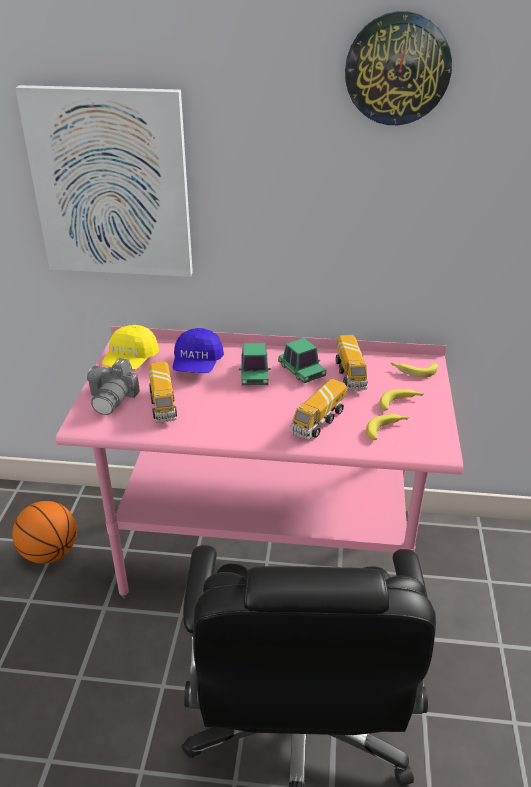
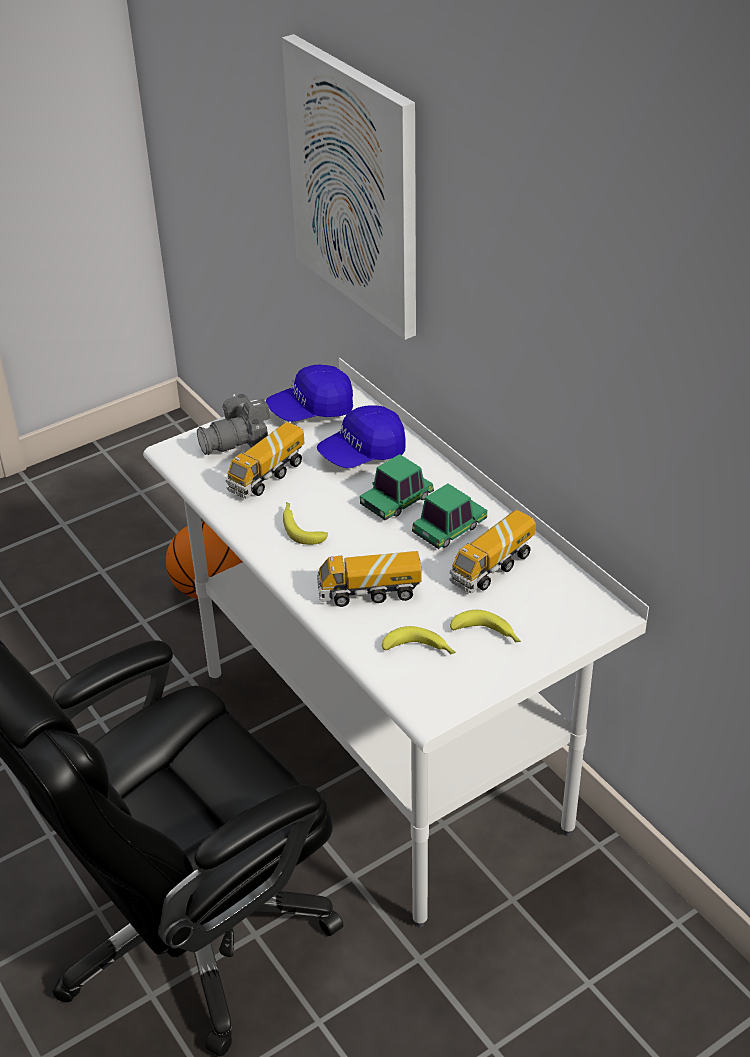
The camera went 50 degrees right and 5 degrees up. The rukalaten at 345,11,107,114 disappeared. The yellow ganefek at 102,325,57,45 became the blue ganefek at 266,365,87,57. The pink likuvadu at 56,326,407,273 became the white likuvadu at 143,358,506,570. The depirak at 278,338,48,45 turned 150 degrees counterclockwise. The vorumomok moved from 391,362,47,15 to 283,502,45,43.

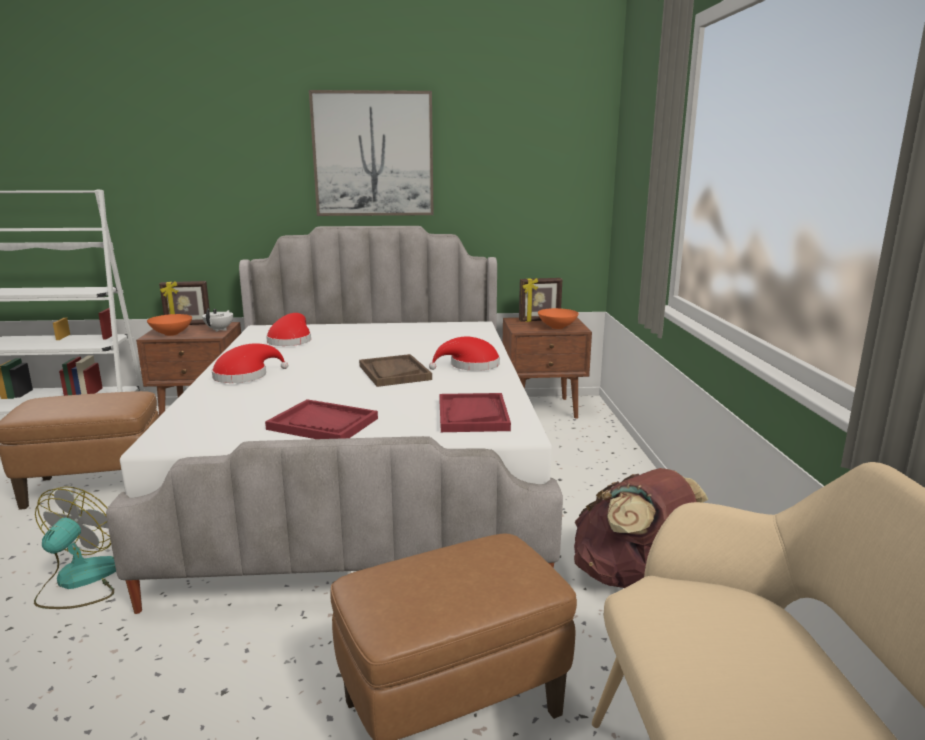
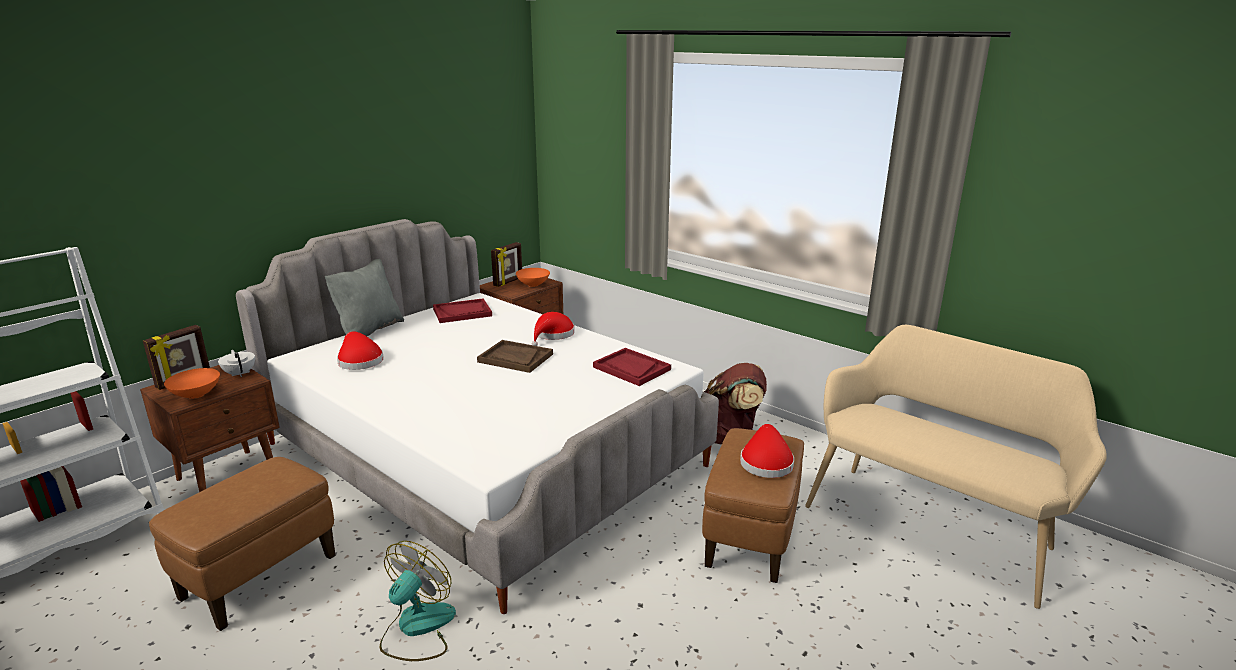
The camera went 45 degrees left and 5 degrees up. The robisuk at 309,90,125,126 disappeared. The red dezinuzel moved from 212,343,76,40 to 740,424,54,54. The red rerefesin moved from 265,399,113,40 to 433,298,59,25. The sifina at 34,487,82,122 turned 60 degrees clockwise. The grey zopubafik at 325,259,79,77 appeared.

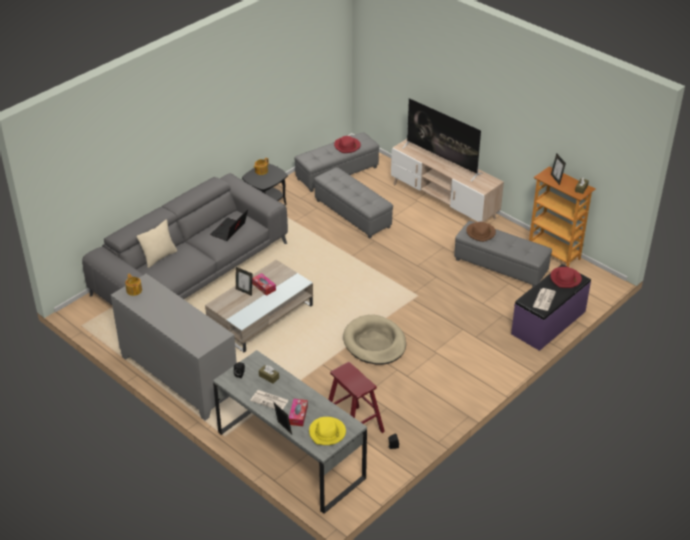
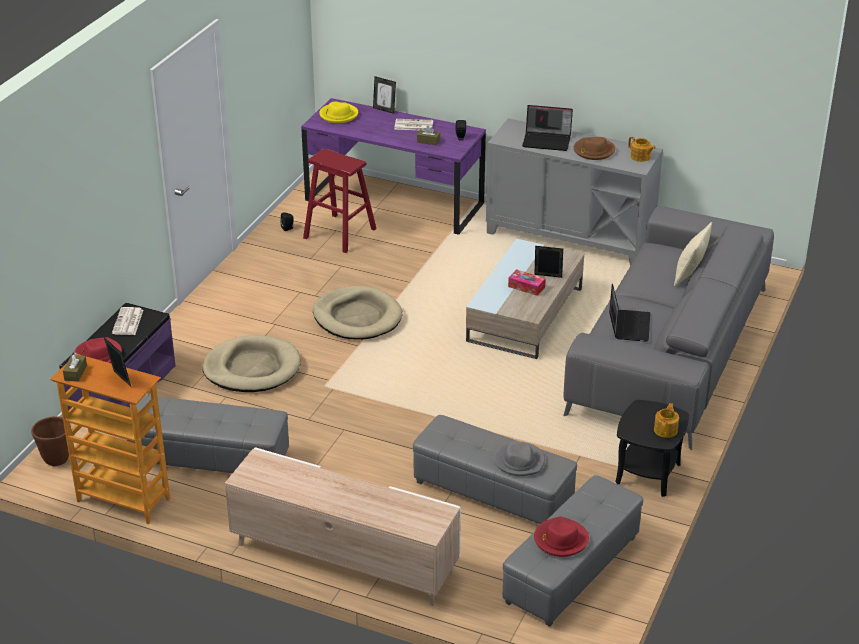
The camera went 160 degrees right and 5 degrees down. The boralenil at 402,98,81,84 disappeared. The brown dezinuzel moved from 466,222,30,20 to 574,137,41,23. The grey likuvadu at 213,350,154,164 became the purple likuvadu at 301,98,185,137. The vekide at 289,399,19,27 disappeared. The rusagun at 522,105,51,46 appeared. The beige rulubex at 202,335,99,57 appeared. The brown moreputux at 31,416,38,50 appeared. The grey dezinuzel at 494,442,51,34 appeared.

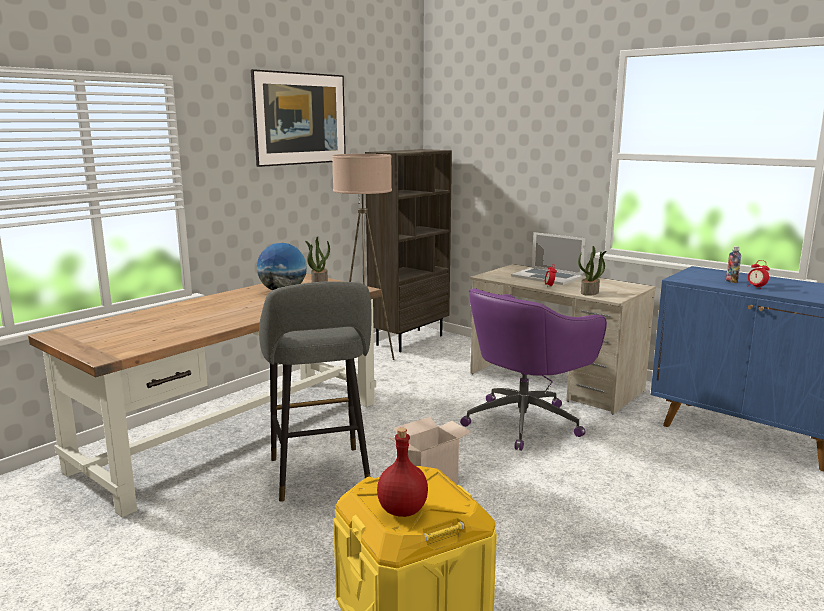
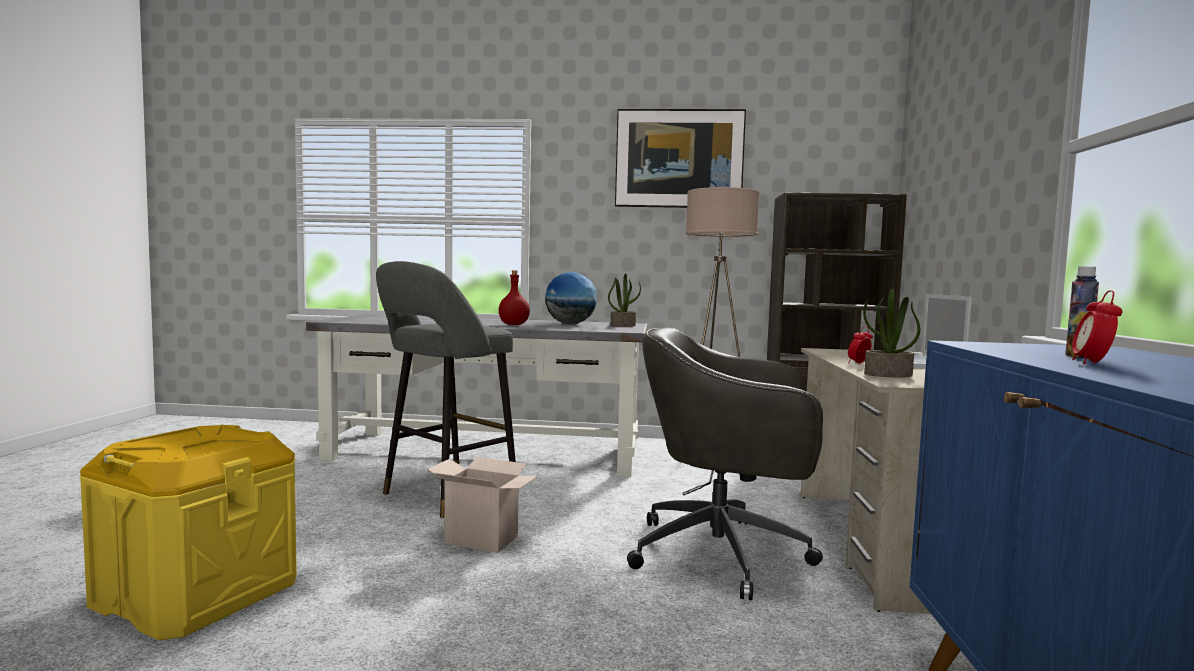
The camera went 55 degrees right and 10 degrees down. The brown likuvadu at 28,274,353,243 became the grey likuvadu at 306,314,341,163. The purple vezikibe at 460,288,147,163 became the grey vezikibe at 627,328,196,272. The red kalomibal moved from 377,428,51,89 to 499,271,31,54.

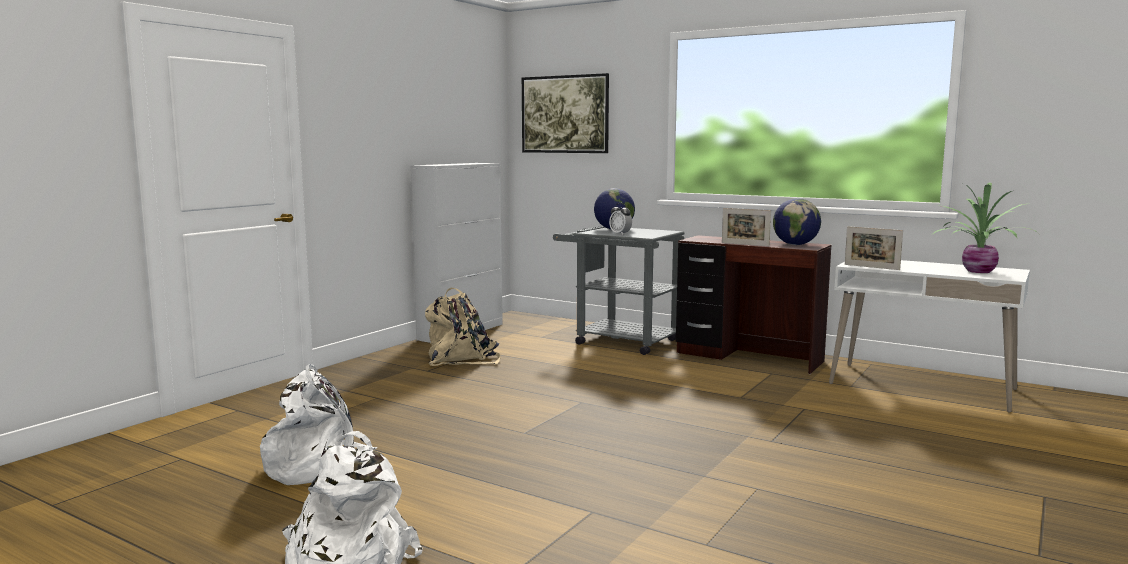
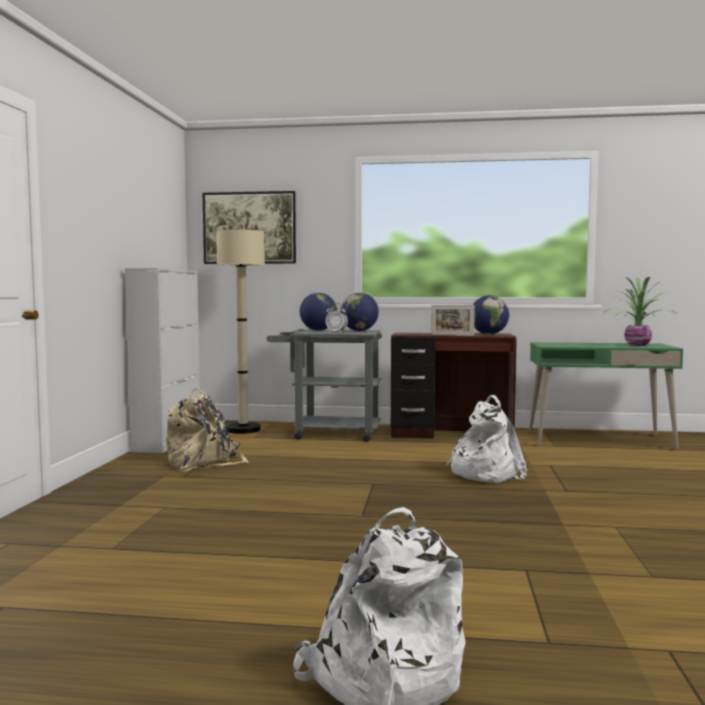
The camera went 25 degrees left and 5 degrees down. The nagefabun at 845,226,58,44 disappeared. The white likuvadu at 829,260,201,152 became the green likuvadu at 529,342,154,108. The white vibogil moved from 260,364,118,121 to 447,395,80,88. The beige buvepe at 216,229,49,205 appeared. The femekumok at 341,293,38,38 appeared.

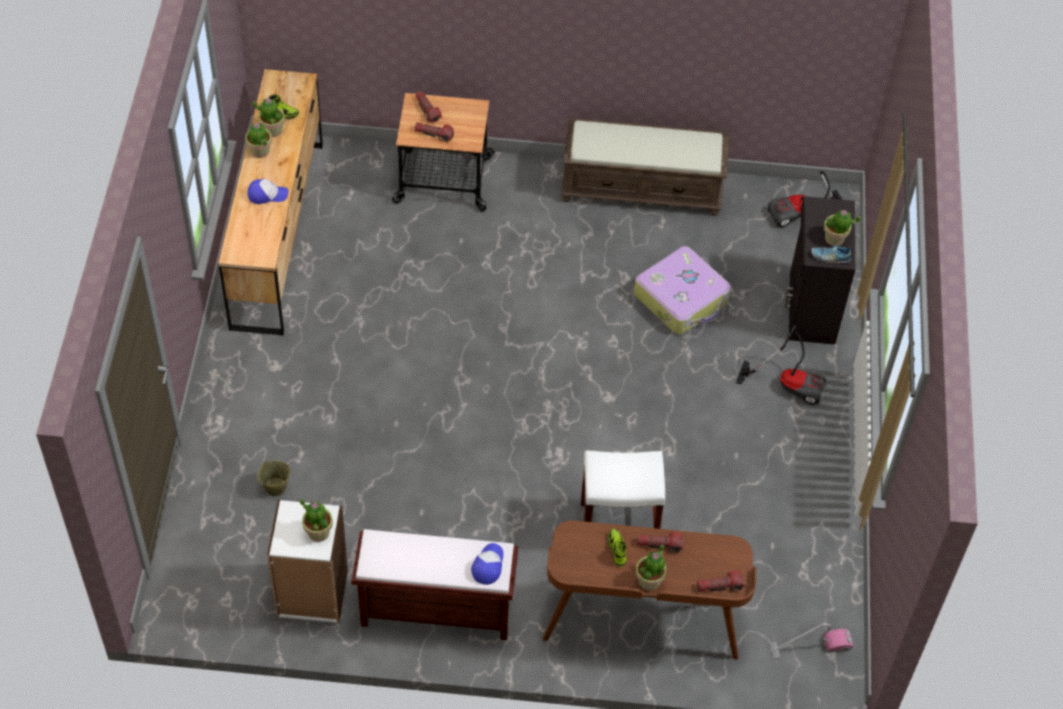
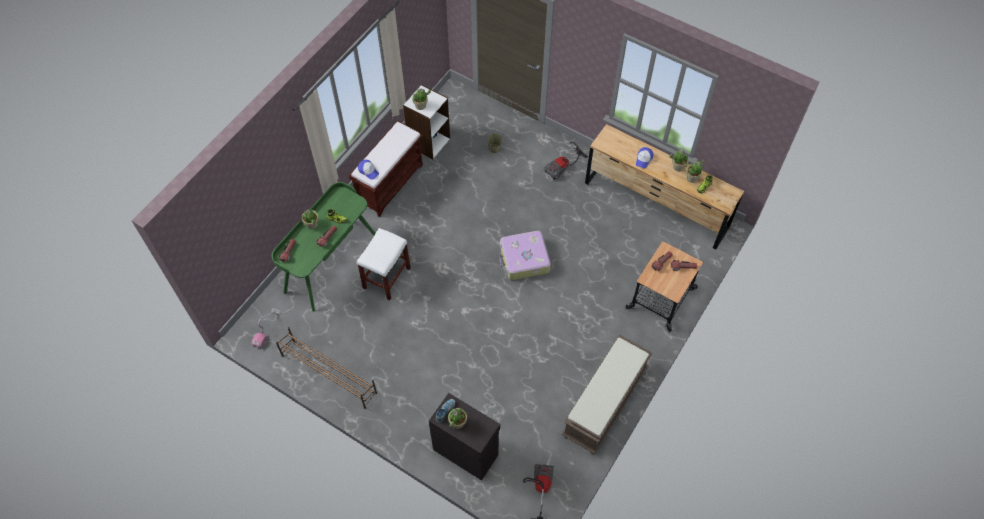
The camera went 120 degrees right and 5 degrees up. The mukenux moved from 634,246,97,89 to 499,231,52,49. The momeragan moved from 736,324,90,81 to 544,142,44,38. The brown likuvadu at 543,520,213,140 became the green likuvadu at 272,182,104,130. The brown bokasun at 276,327,101,82 appeared.

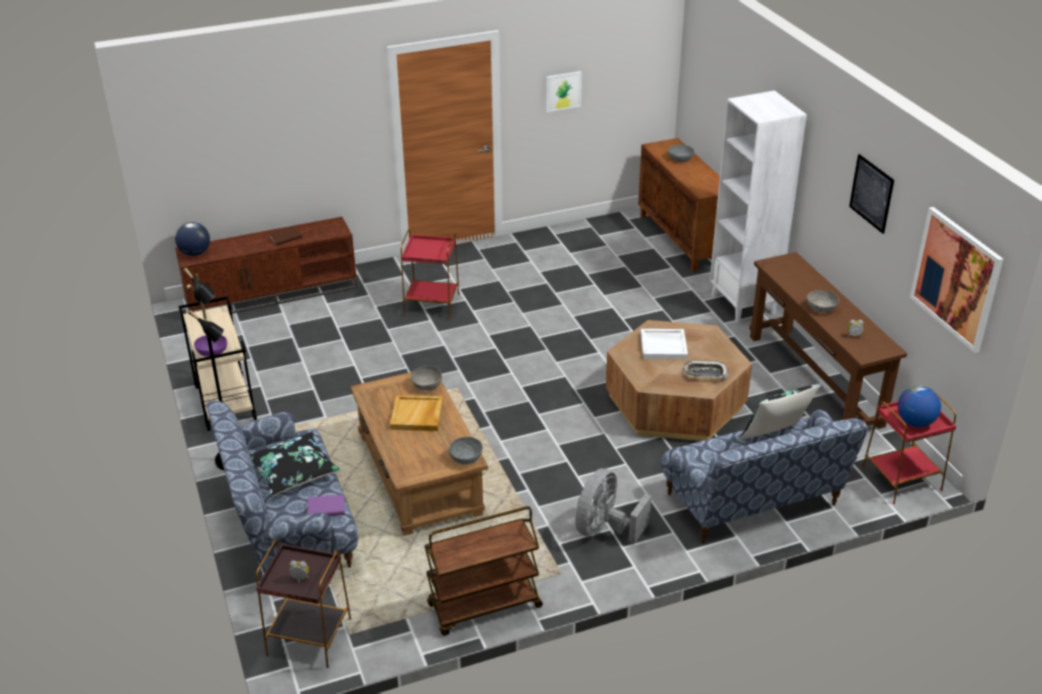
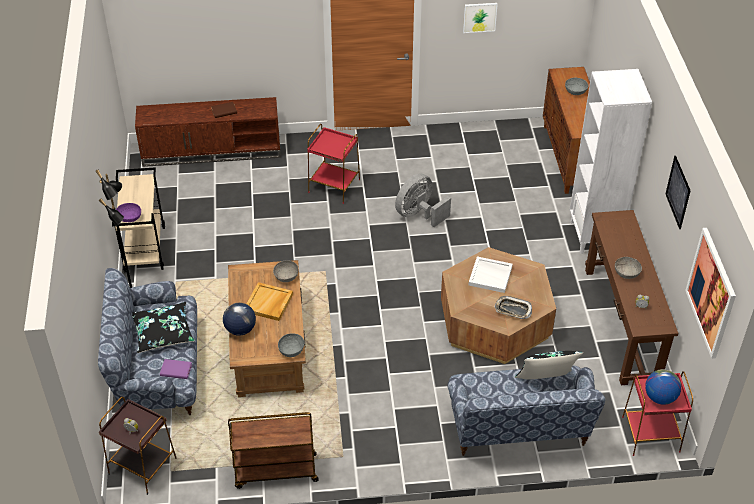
The camera went 15 degrees right and 10 degrees up. The femekumok moved from 175,222,35,34 to 223,303,33,33. The grey sifina moved from 575,468,76,76 to 395,173,56,54.

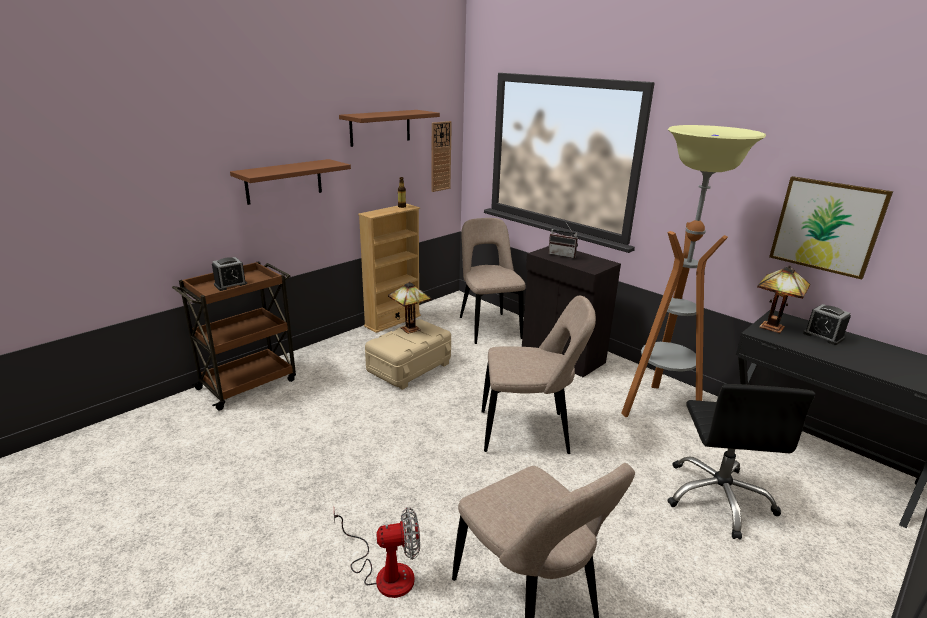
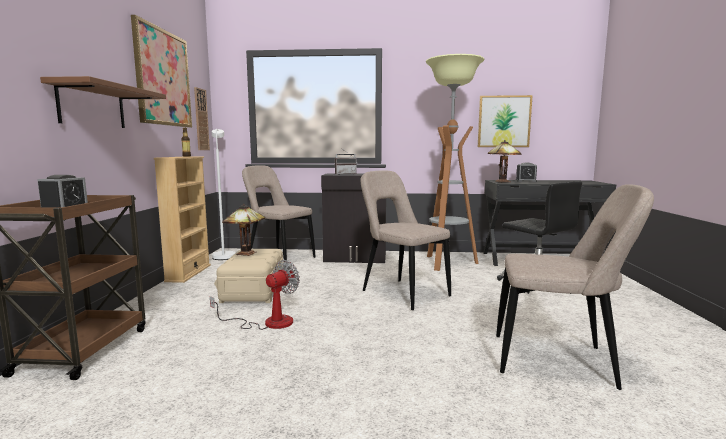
The camera went 40 degrees left and 15 degrees down. The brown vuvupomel at 339,110,101,37 was replaced by the robisuk at 131,15,61,113. The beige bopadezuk at 482,296,114,158 turned 90 degrees counterclockwise. The sifina moved from 334,507,86,91 to 210,260,90,70. The white buvepe at 212,129,23,131 appeared.

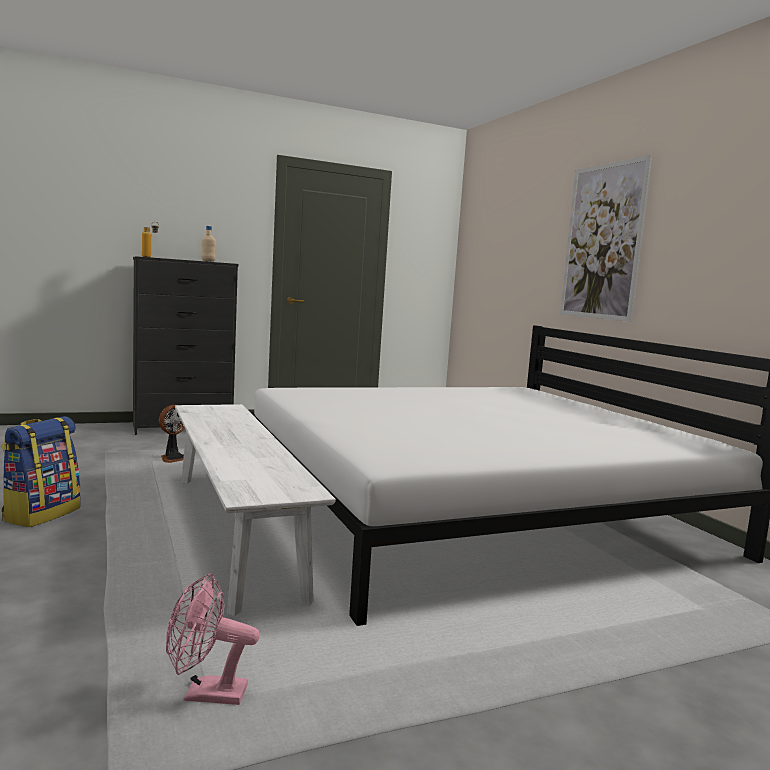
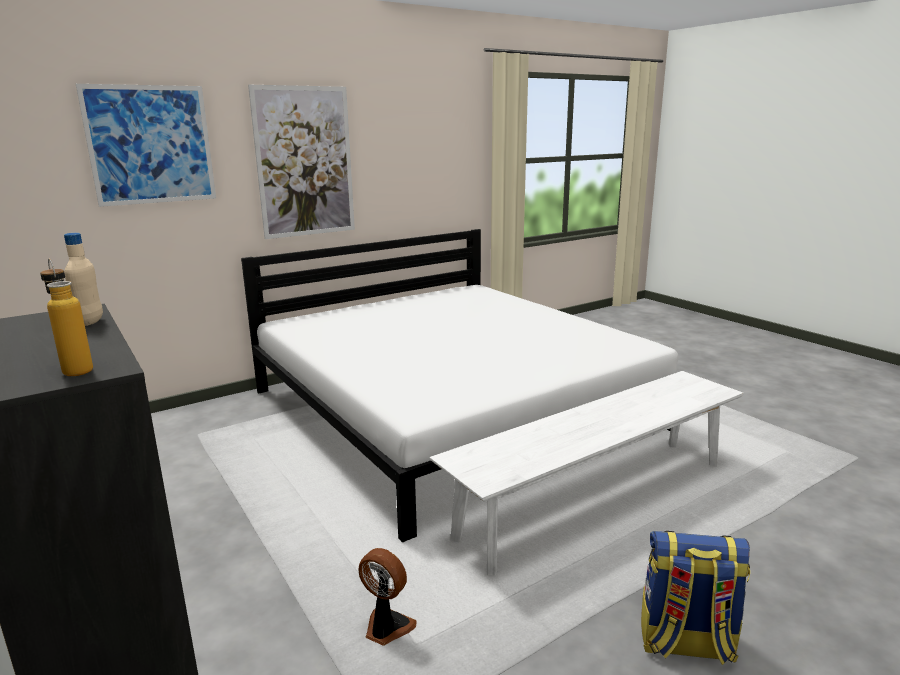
The camera went 100 degrees left and 10 degrees up. The pink sifina at 166,573,94,132 disappeared. The robisuk at 76,84,140,123 appeared.

